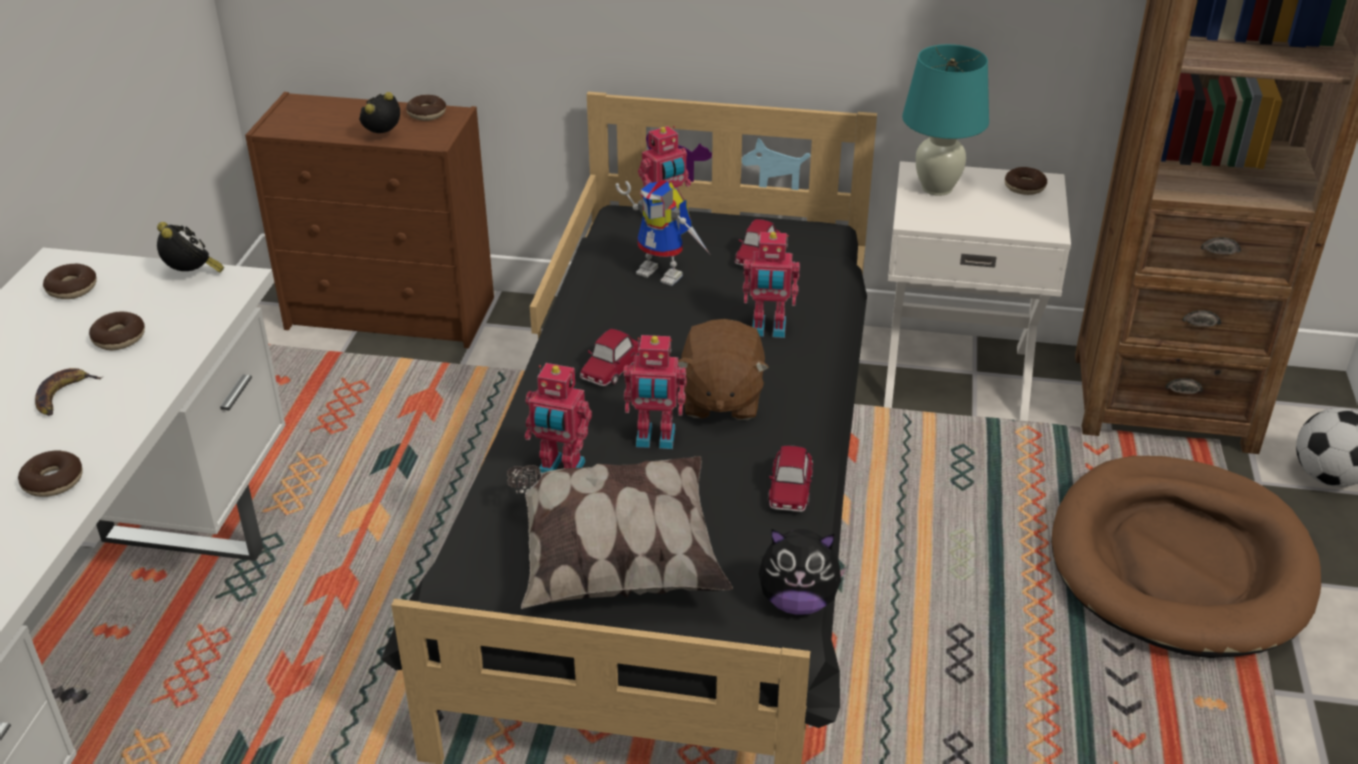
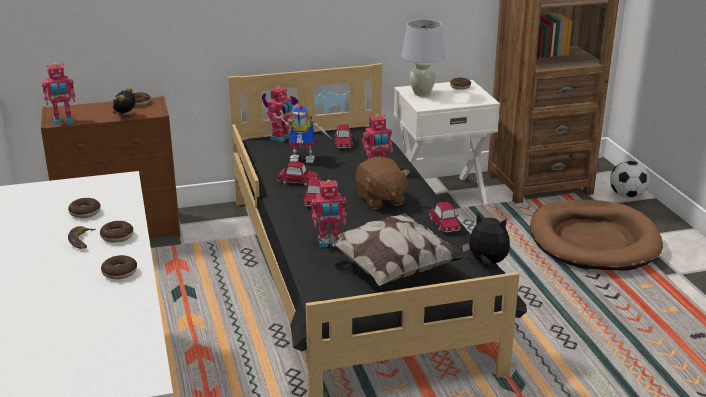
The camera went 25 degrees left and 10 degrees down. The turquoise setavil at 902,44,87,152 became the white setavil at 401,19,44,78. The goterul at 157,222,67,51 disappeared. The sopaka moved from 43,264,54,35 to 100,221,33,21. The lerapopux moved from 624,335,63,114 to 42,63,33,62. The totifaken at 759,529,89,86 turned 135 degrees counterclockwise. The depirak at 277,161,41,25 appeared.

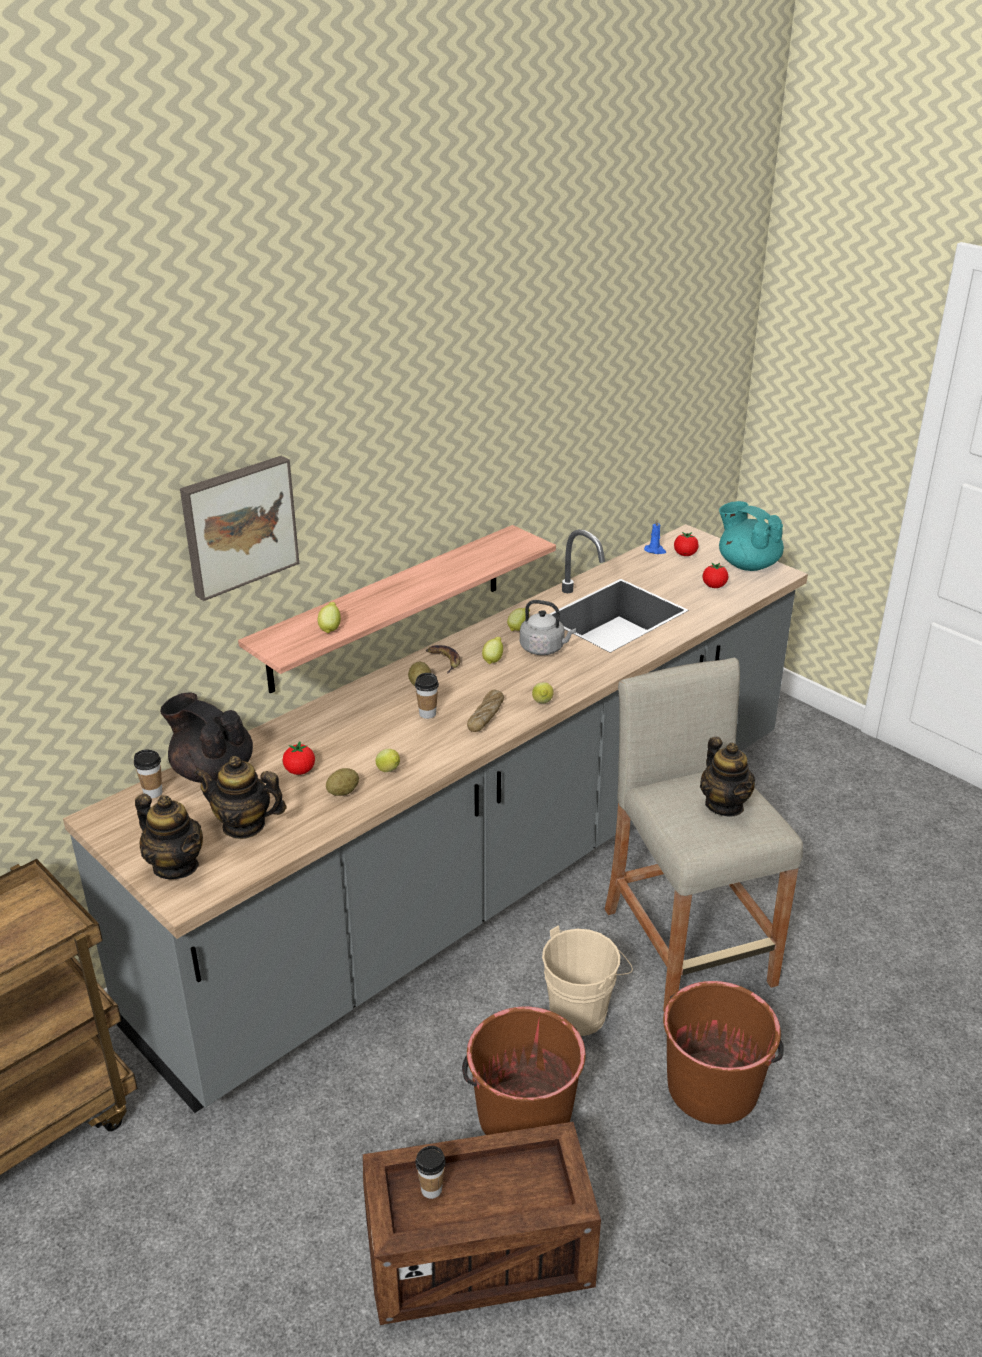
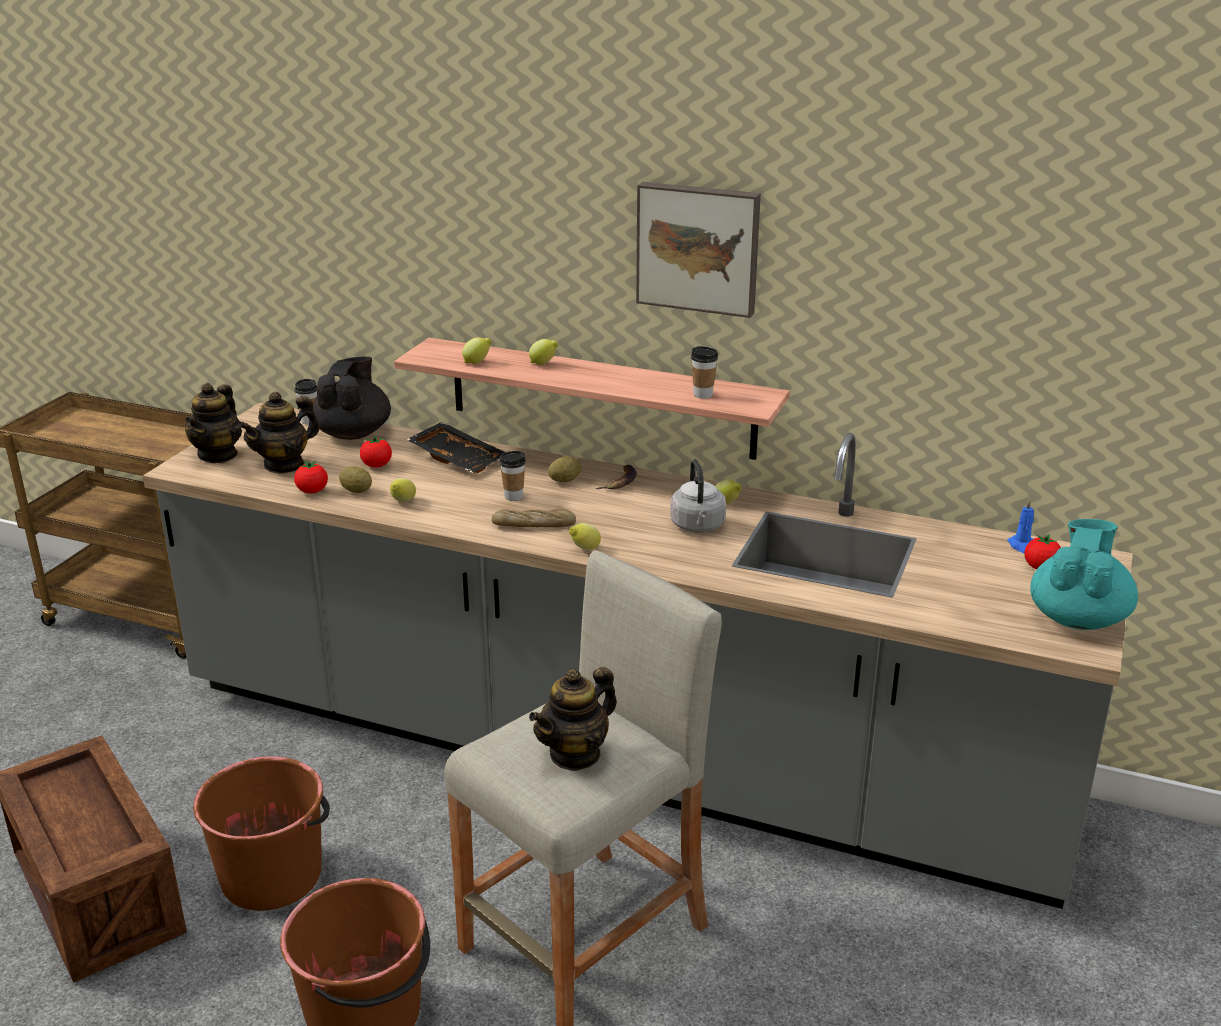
The camera went 65 degrees right and 5 degrees down. The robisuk moved from 180,456,119,145 to 636,182,125,136. The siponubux moved from 702,563,26,25 to 294,460,34,34. The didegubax moved from 482,637,21,27 to 529,339,29,26. The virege at 194,756,93,83 turned 120 degrees counterclockwise. The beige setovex at 542,926,91,110 disappeared. The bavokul moved from 415,1146,31,53 to 691,346,27,53. The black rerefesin at 406,422,100,51 appeared.

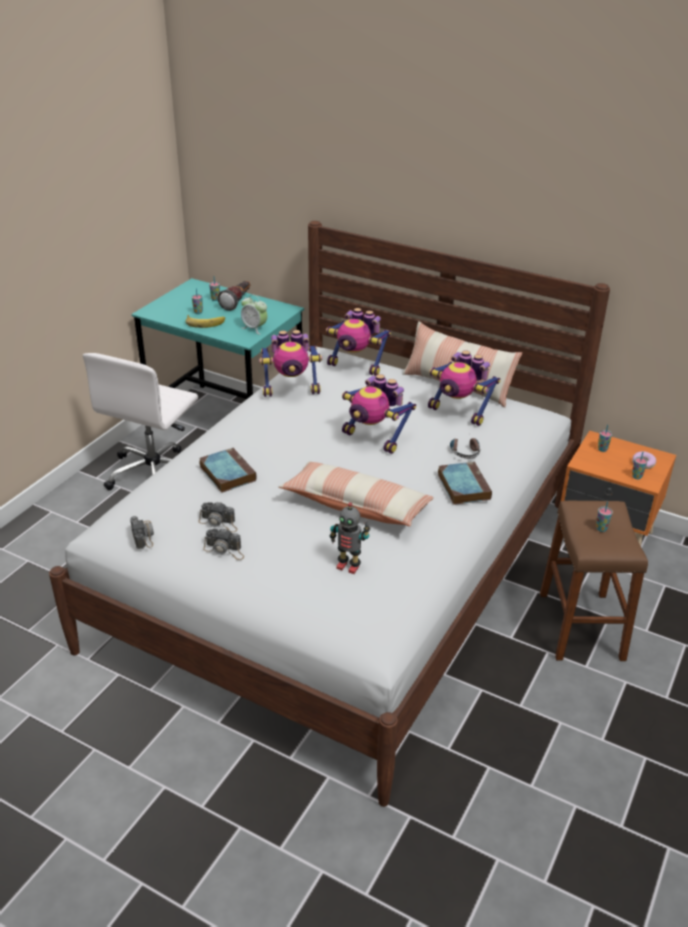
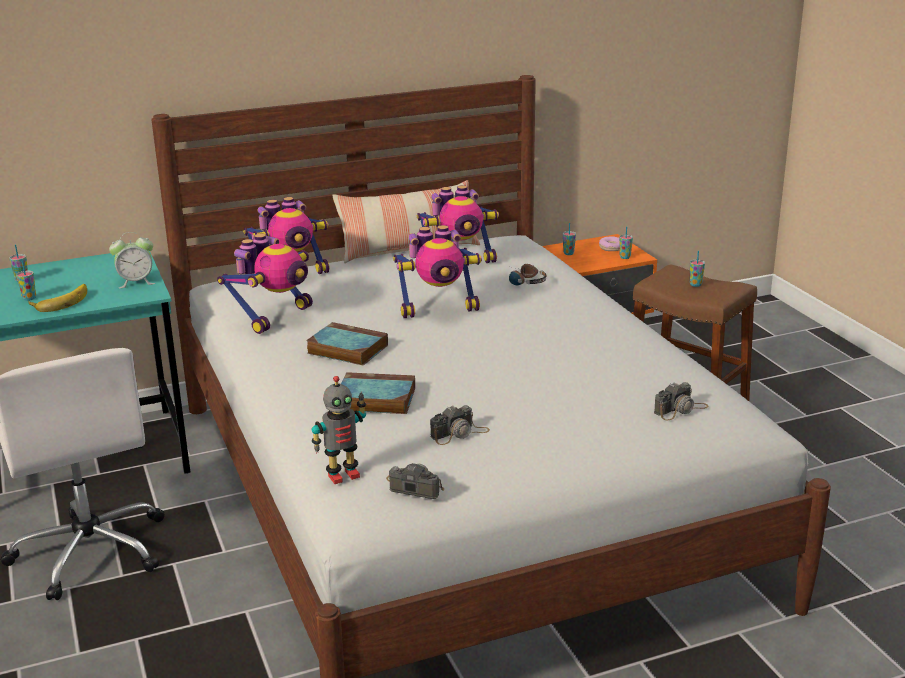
The camera went 50 degrees left and 10 degrees down. The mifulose at 218,281,32,30 disappeared. The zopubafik at 279,461,155,65 disappeared. The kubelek moved from 438,462,54,43 to 306,322,82,44. The lerapopux moved from 330,502,40,72 to 312,376,54,108. The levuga moved from 203,528,41,32 to 654,382,54,38.

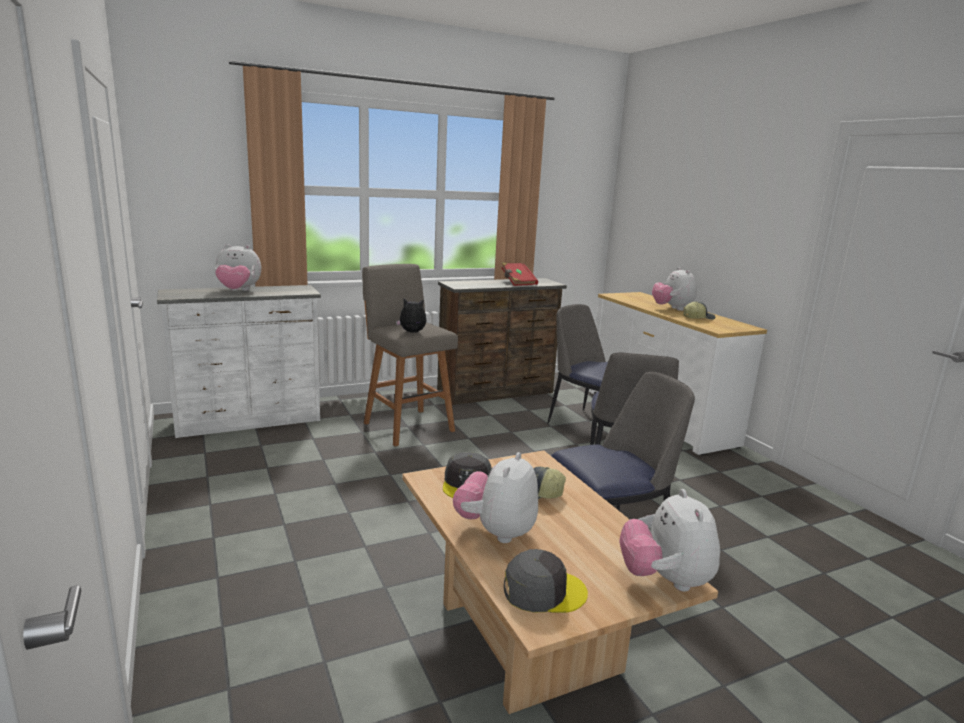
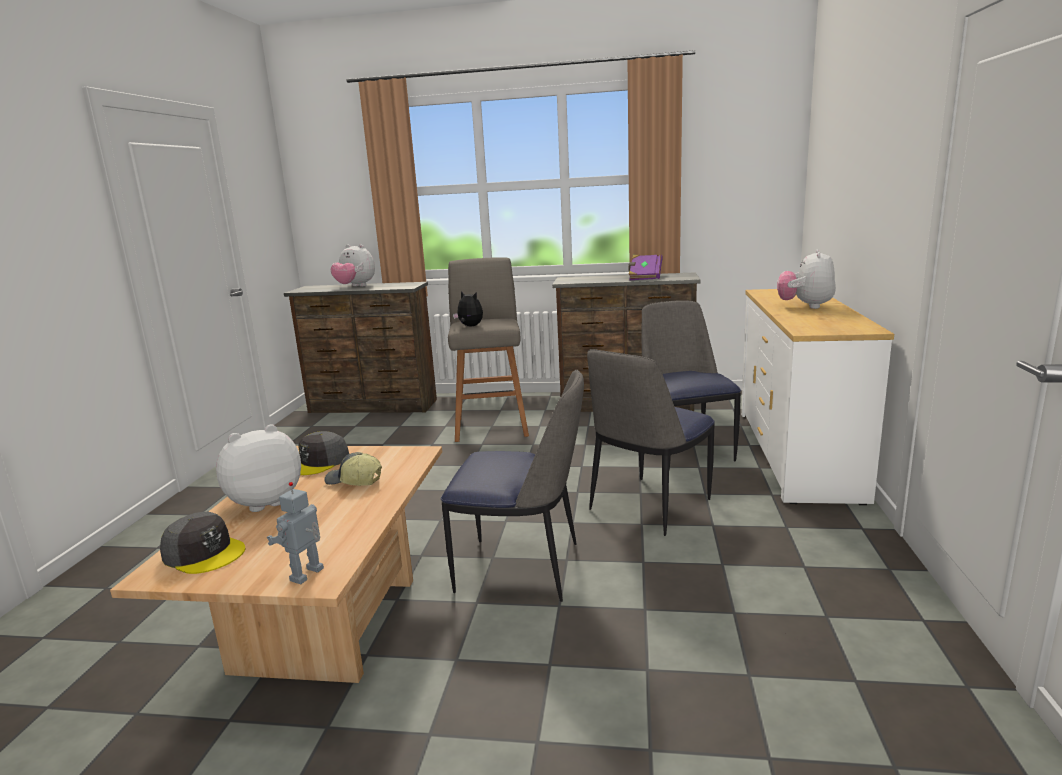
The camera went 35 degrees right and 0 degrees up. The red kubelek at 501,263,37,23 became the purple kubelek at 628,255,35,25. The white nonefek at 157,285,164,153 became the brown nonefek at 284,282,153,131. The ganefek at 683,301,32,19 disappeared. The totifaken at 619,489,101,103 was replaced by the lerapopux at 267,482,57,102.

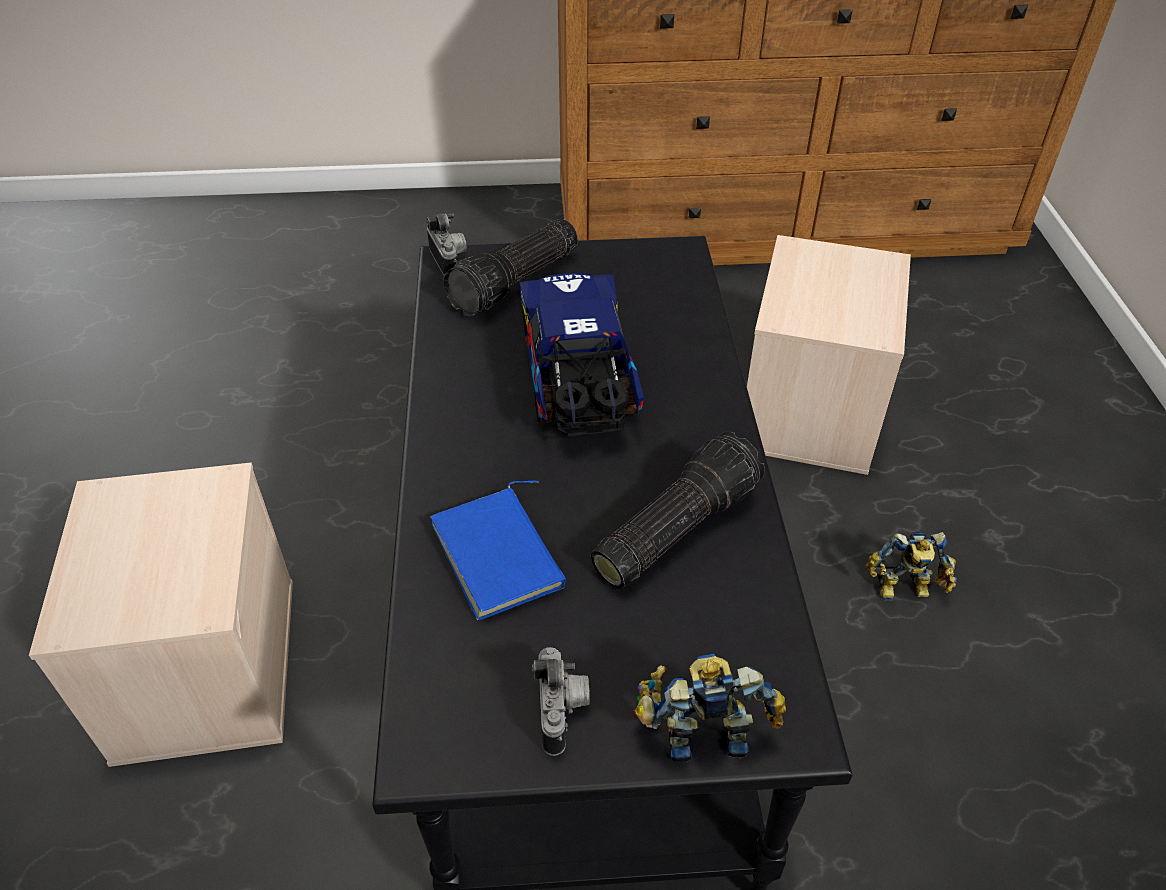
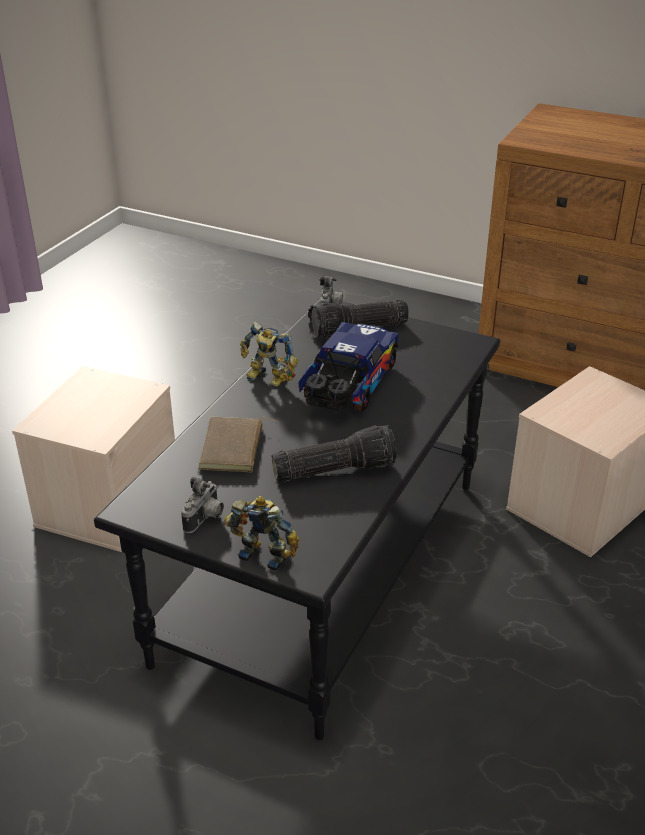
The camera went 30 degrees right and 10 degrees down. The blue kubelek at 430,481,136,139 became the brown kubelek at 198,416,81,57. The lerapopux moved from 866,532,91,69 to 240,322,58,64.

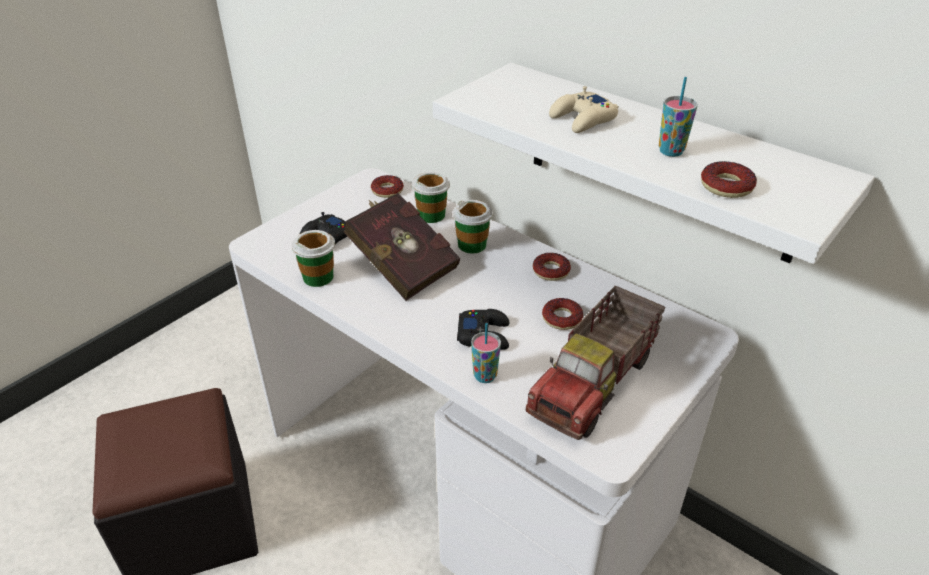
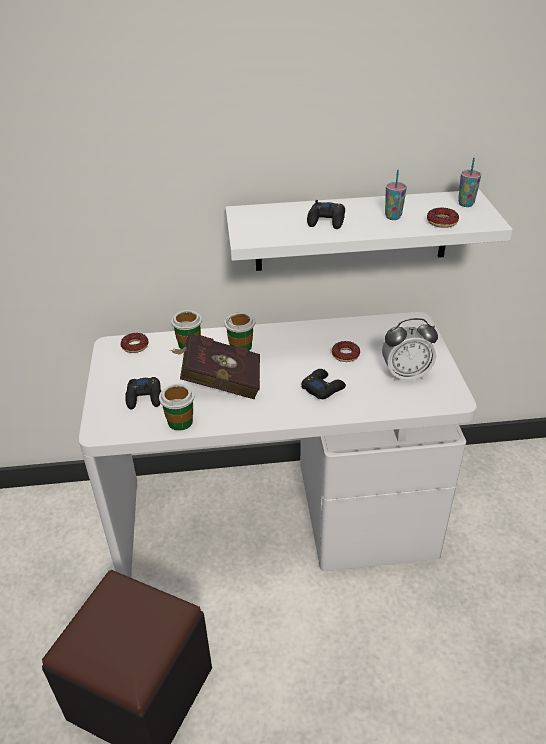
The camera went 45 degrees left and 0 degrees up. The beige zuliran at 549,86,70,47 became the black zuliran at 307,200,38,29. The sopaka at 533,253,38,28 disappeared. The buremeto at 526,286,139,154 was replaced by the goterul at 382,318,56,63. The bavokul moved from 471,323,30,60 to 458,158,24,49.

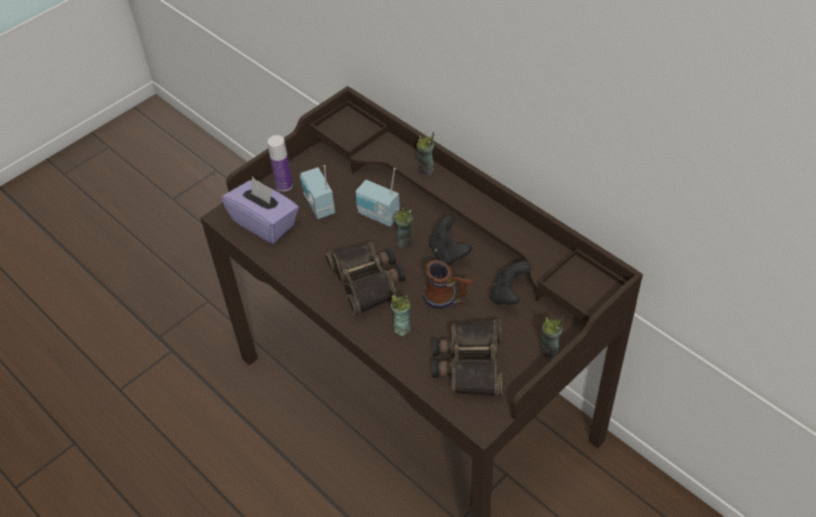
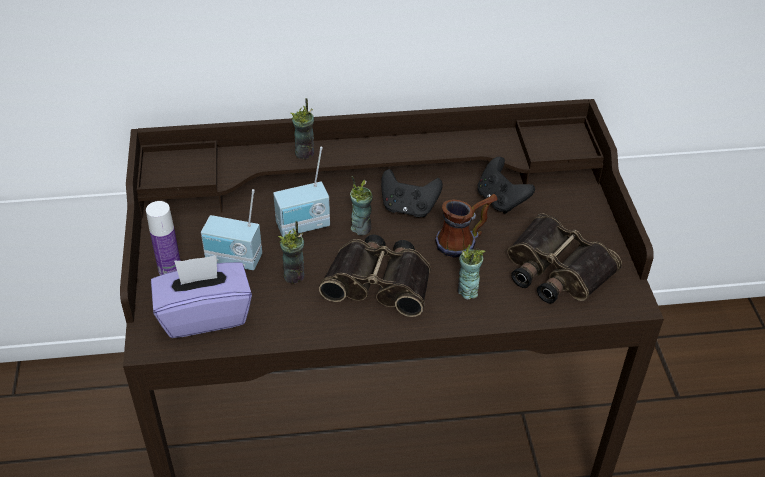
The camera went 55 degrees left and 5 degrees down. The bavokul moved from 540,316,24,43 to 278,221,26,62.

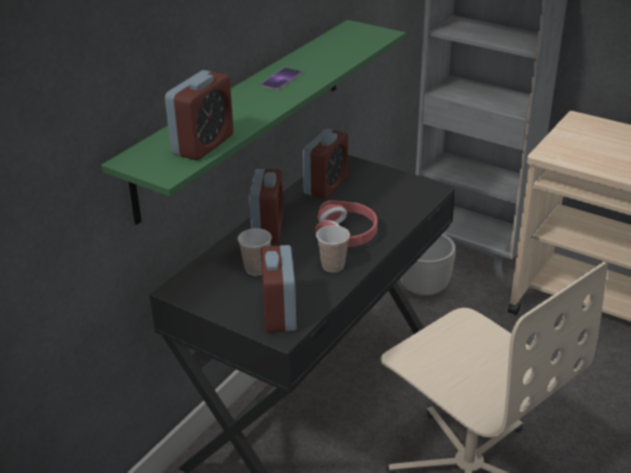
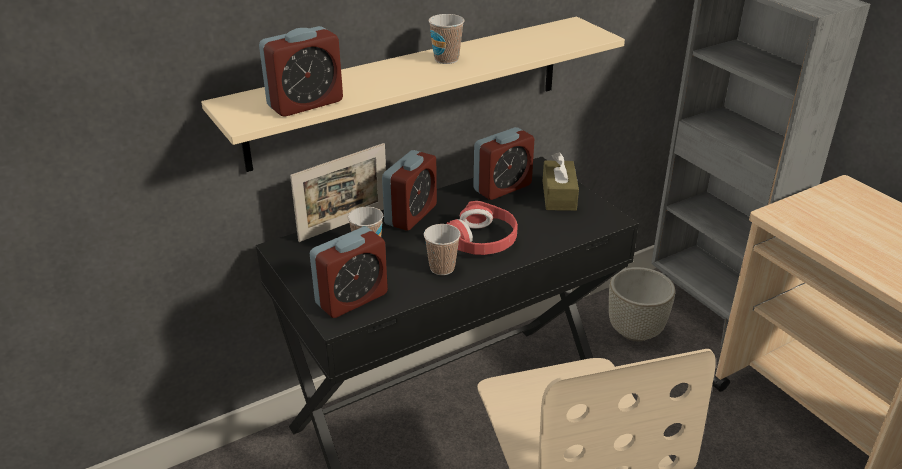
The camera went 25 degrees right and 0 degrees up. The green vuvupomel at 101,20,304,205 became the beige vuvupomel at 201,17,424,155. The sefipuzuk at 261,67,41,23 was replaced by the bavokul at 428,14,37,50. The goterul at 261,245,35,88 turned 150 degrees counterclockwise. The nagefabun at 290,143,96,99 appeared. The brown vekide at 543,152,36,59 appeared.

